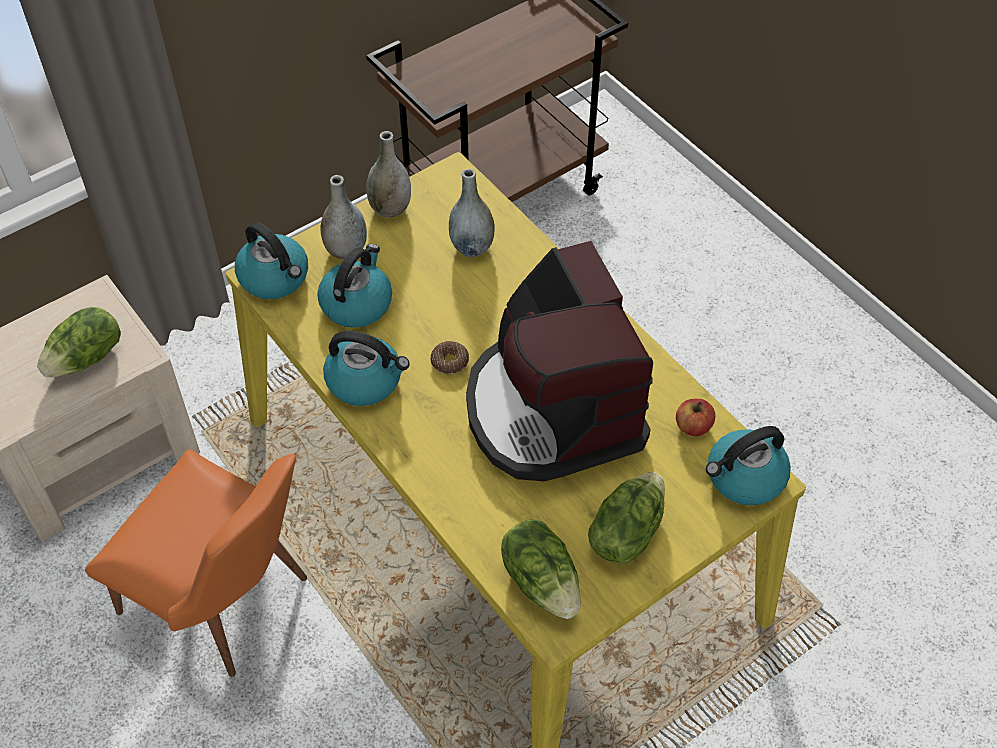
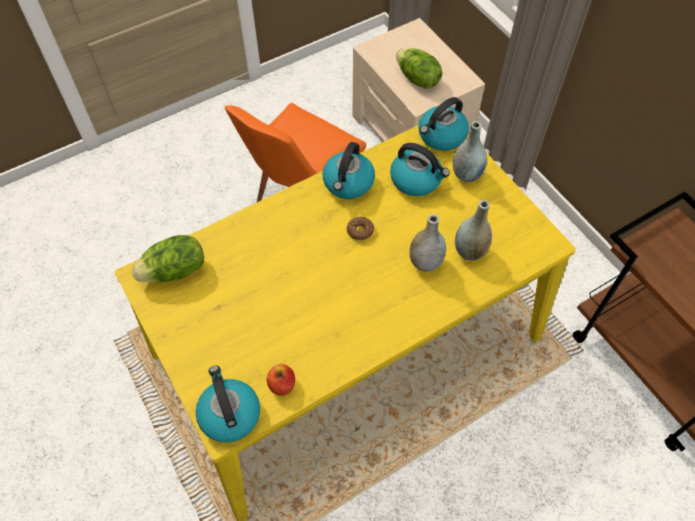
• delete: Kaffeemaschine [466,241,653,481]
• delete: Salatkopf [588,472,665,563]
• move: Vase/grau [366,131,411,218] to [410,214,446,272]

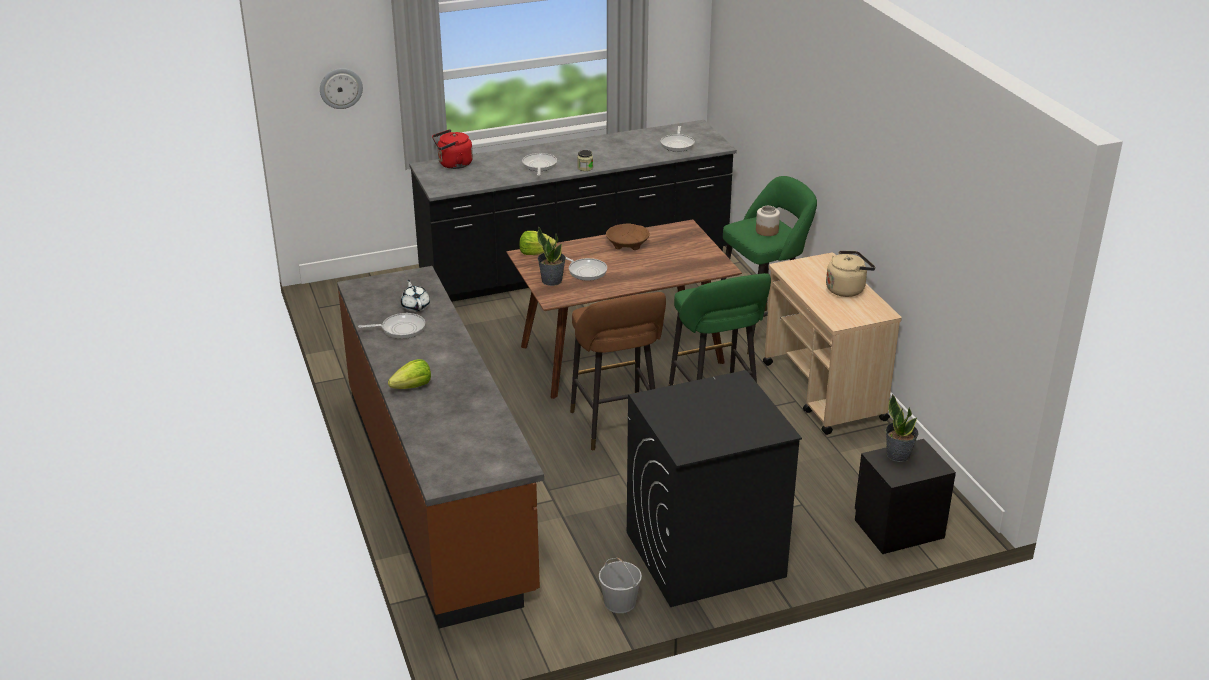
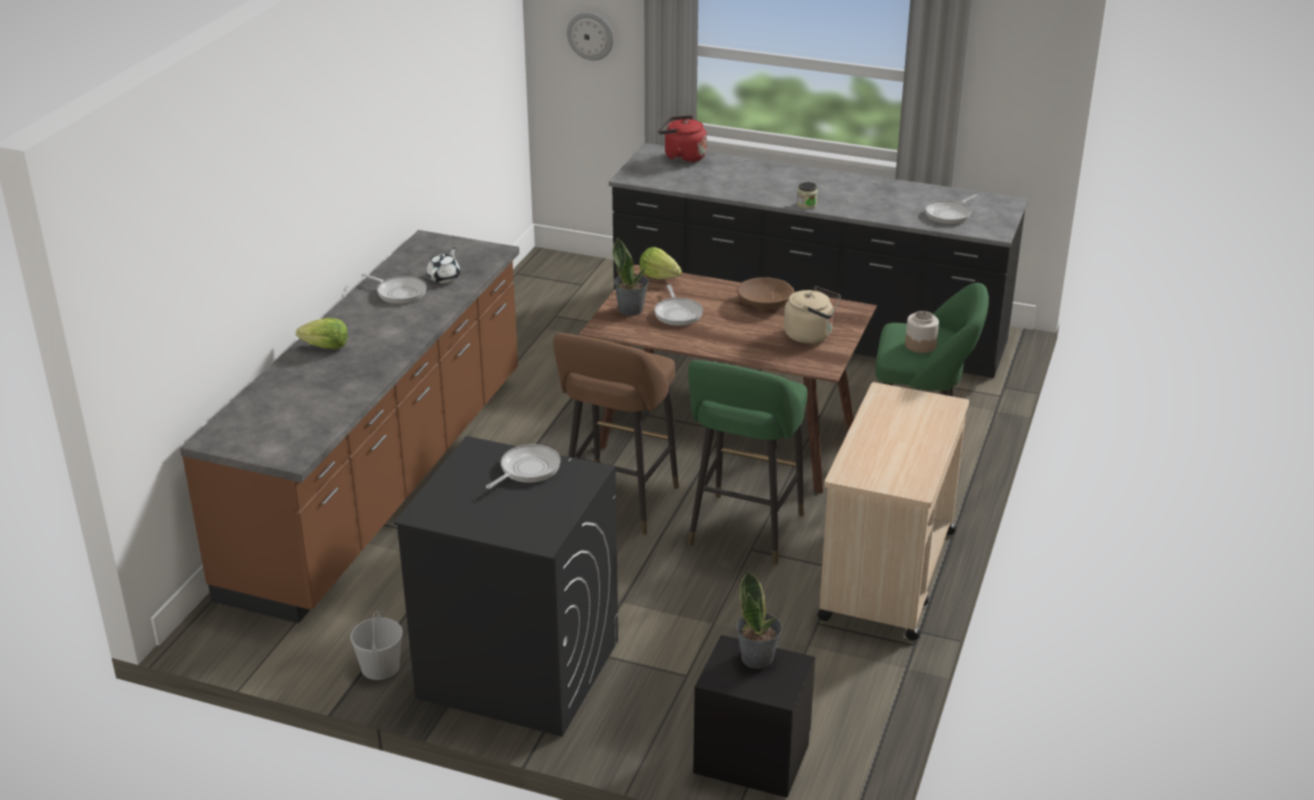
• move: Pfanne [522,153,557,176] to [486,444,561,489]
• move: Wasserkessel/beige [826,251,875,297] to [784,286,841,343]

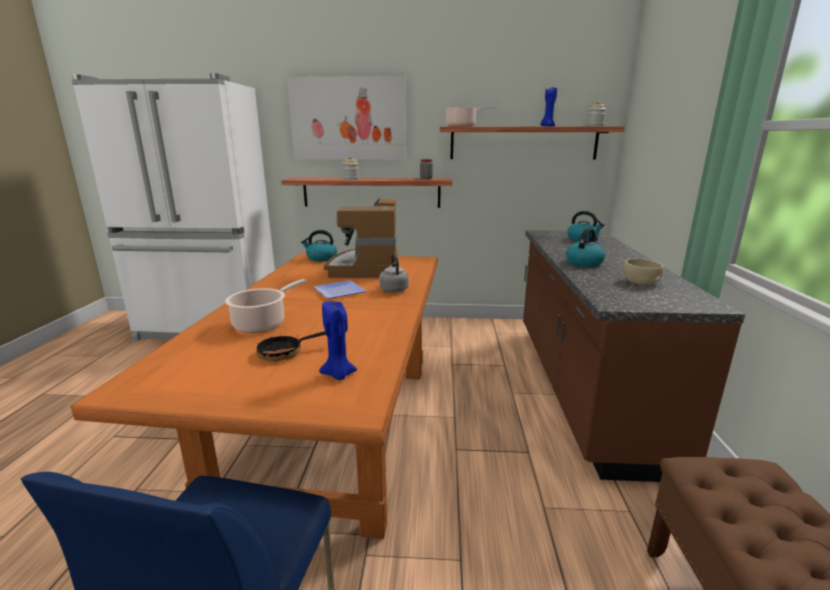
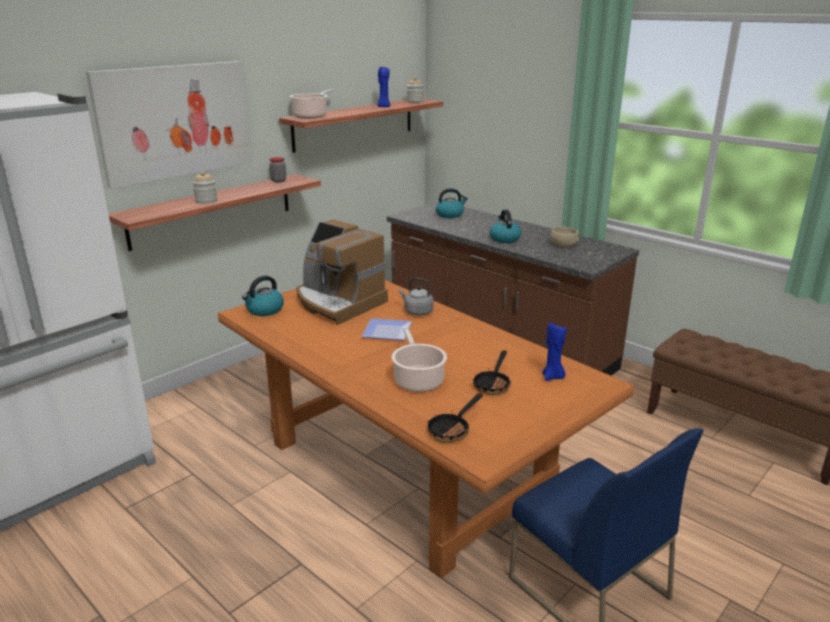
• insert: Pfanne [427,393,483,443]

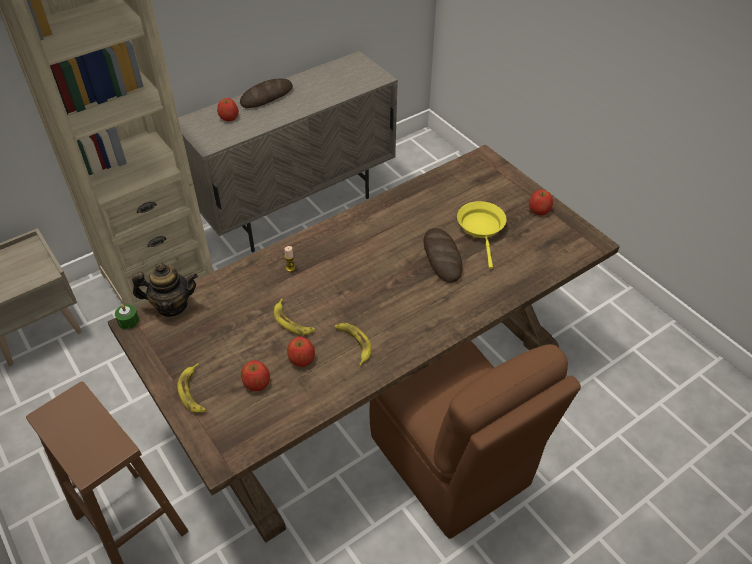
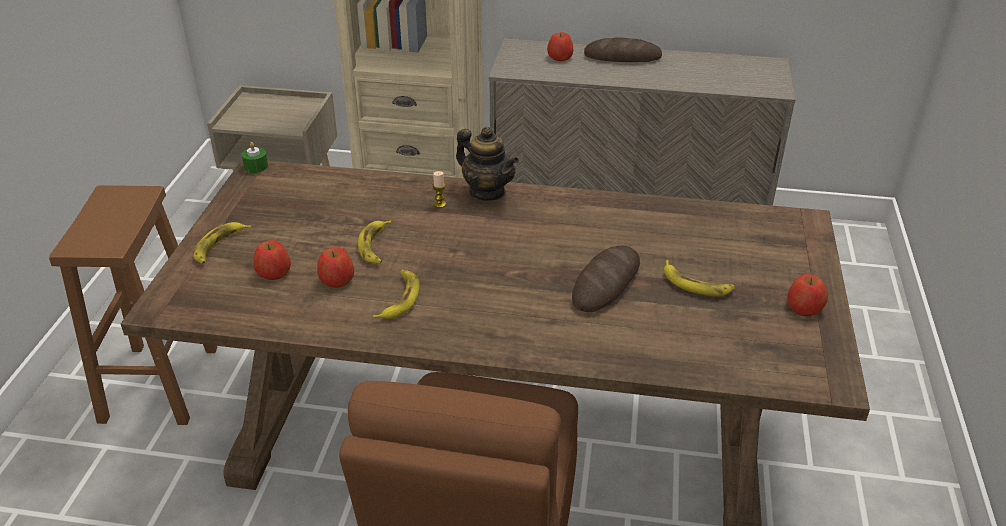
• move: Teekanne [132,263,198,317] to [456,127,519,201]
• replace: Pfanne/gelb [457,201,506,269] to Banane [664,260,735,296]

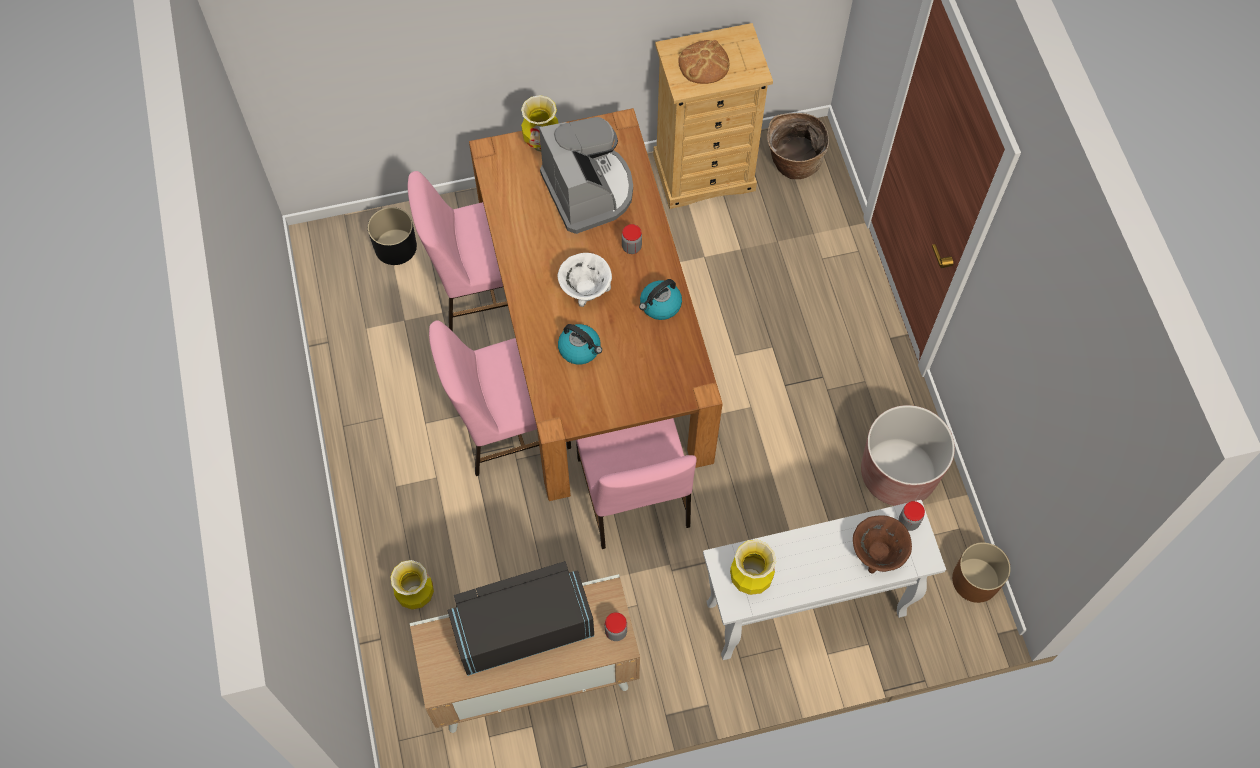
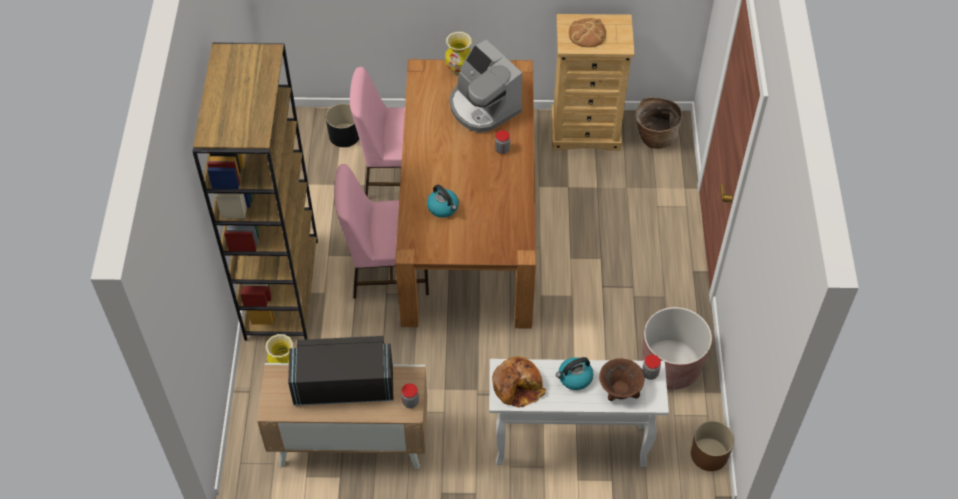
• delete: Schüssel/weiß [558,253,612,307]
• delete: Stuhl/rosa [576,418,697,549]
• insert: Bücherregal/braun [192,42,318,341]
• move: Wasserkessel [639,279,682,320] to [556,357,593,390]
• replace: Vase [730,540,776,595] to Brot [492,356,546,408]
• rotate: Kaffeemaschine [539,117,633,234] = [449,40,522,133] 150 degrees clockwise

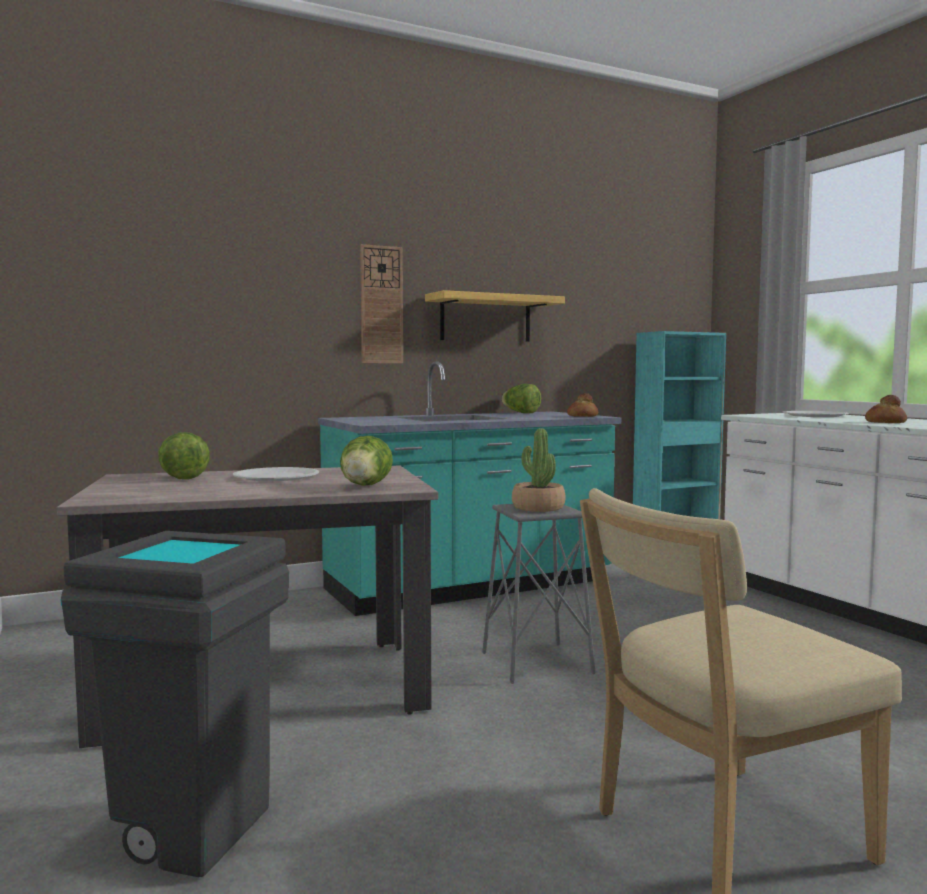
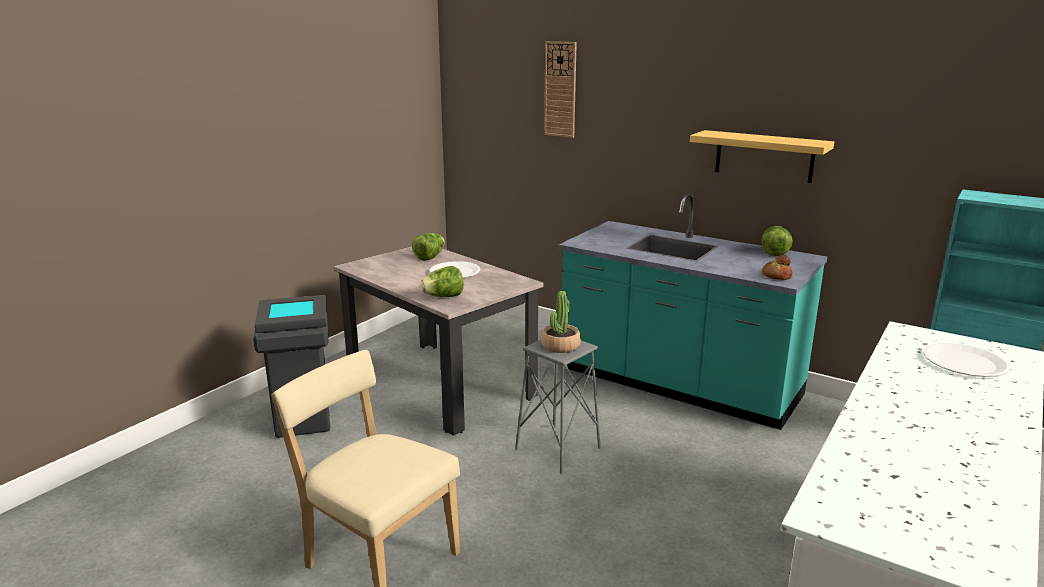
• delete: Brot [865,395,907,423]
• move: Wanduhr [360,244,403,363] to [544,41,577,138]

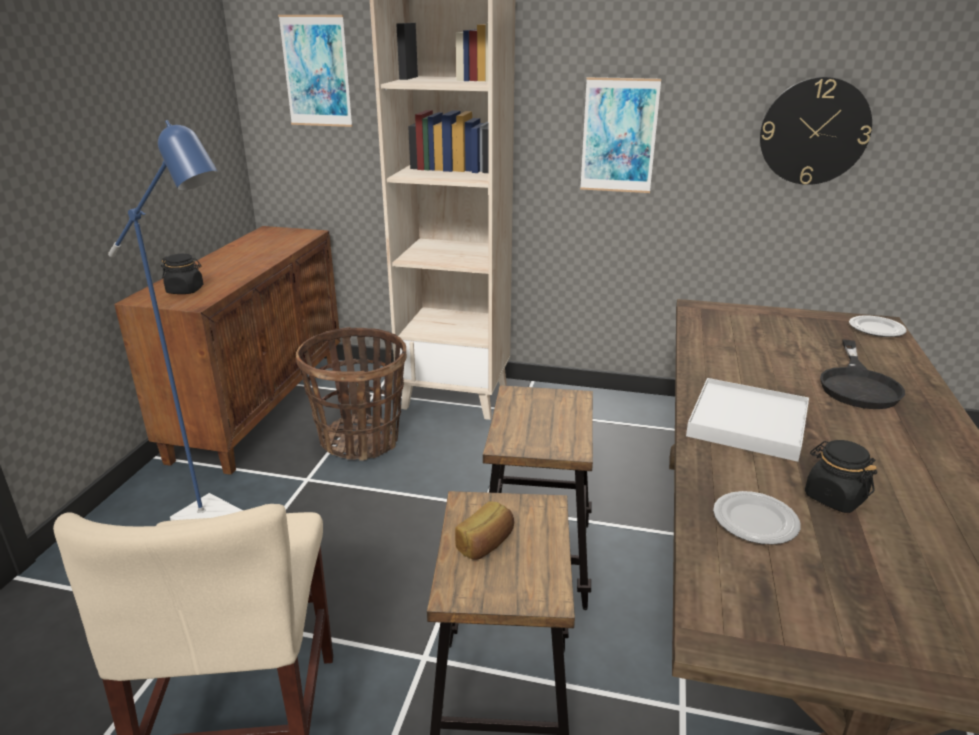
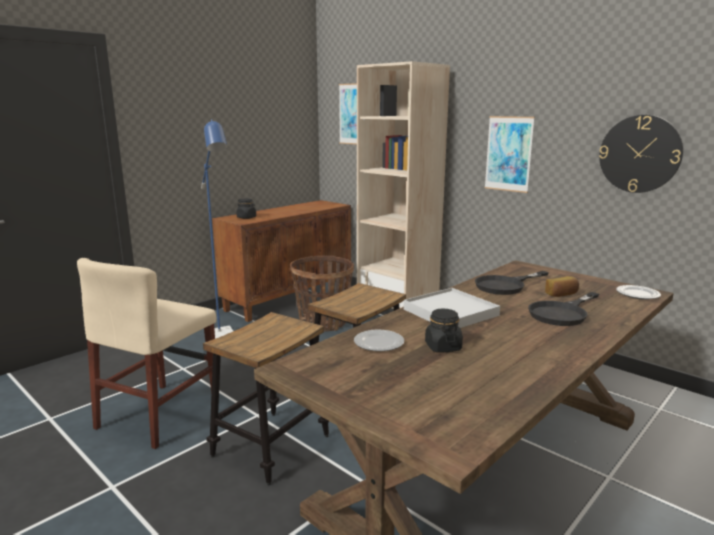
• insert: Pfanne/schwarz [475,271,549,295]
• move: Brot [455,501,514,560] to [545,276,579,297]

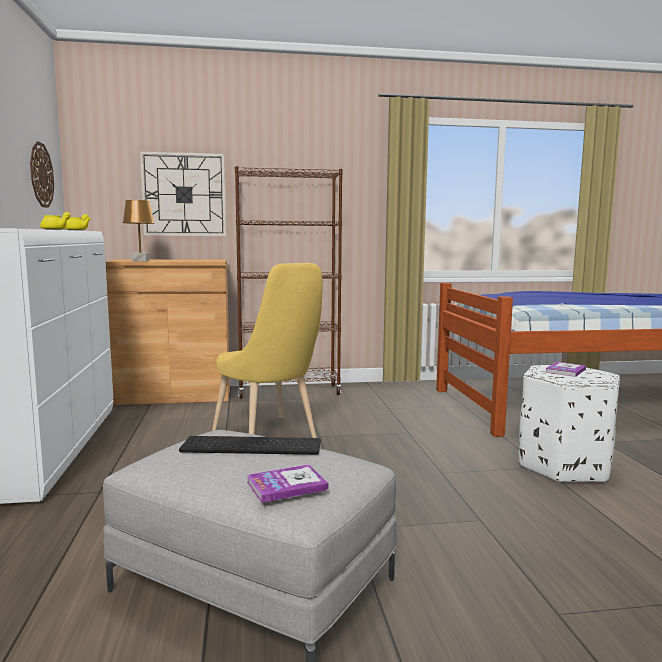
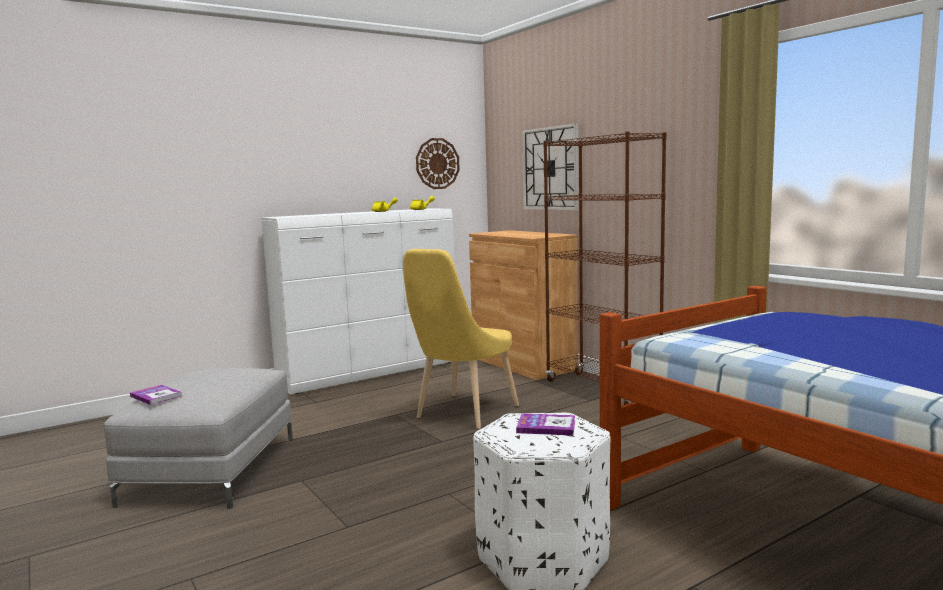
• delete: Tischlampe/braun [123,200,155,261]
• delete: Tastatur [179,436,321,455]

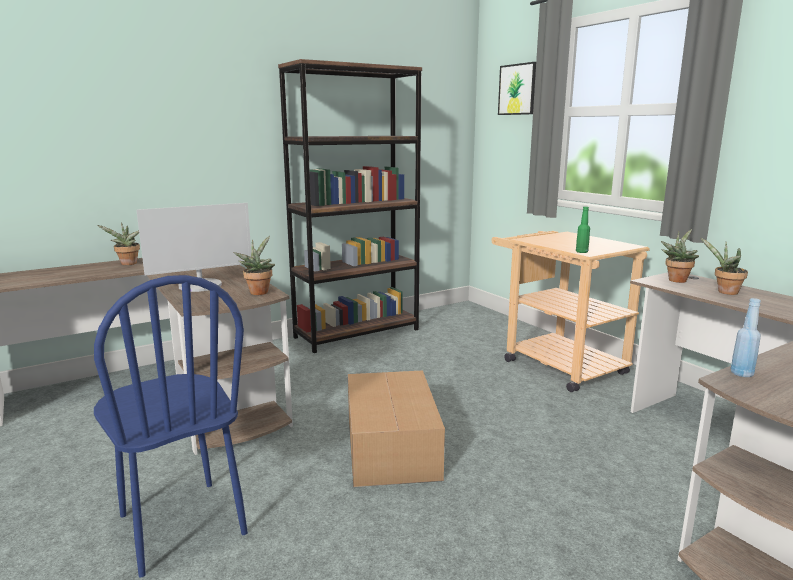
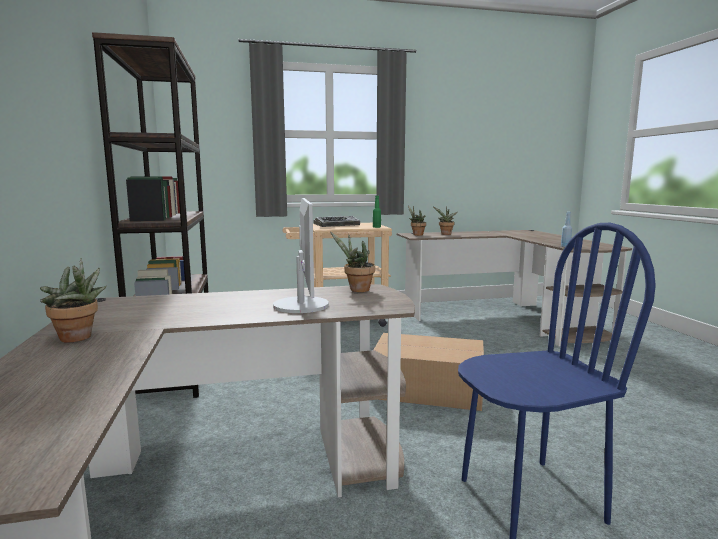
• delete: Bild [498,62,536,115]
• insert: Tastatur [314,216,360,227]

